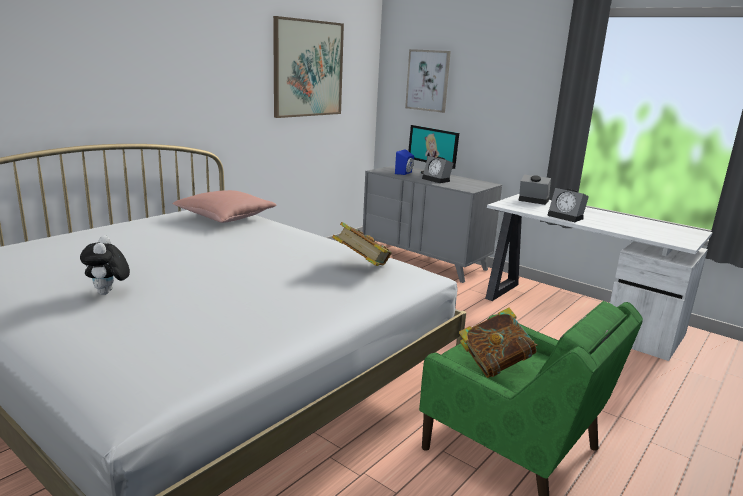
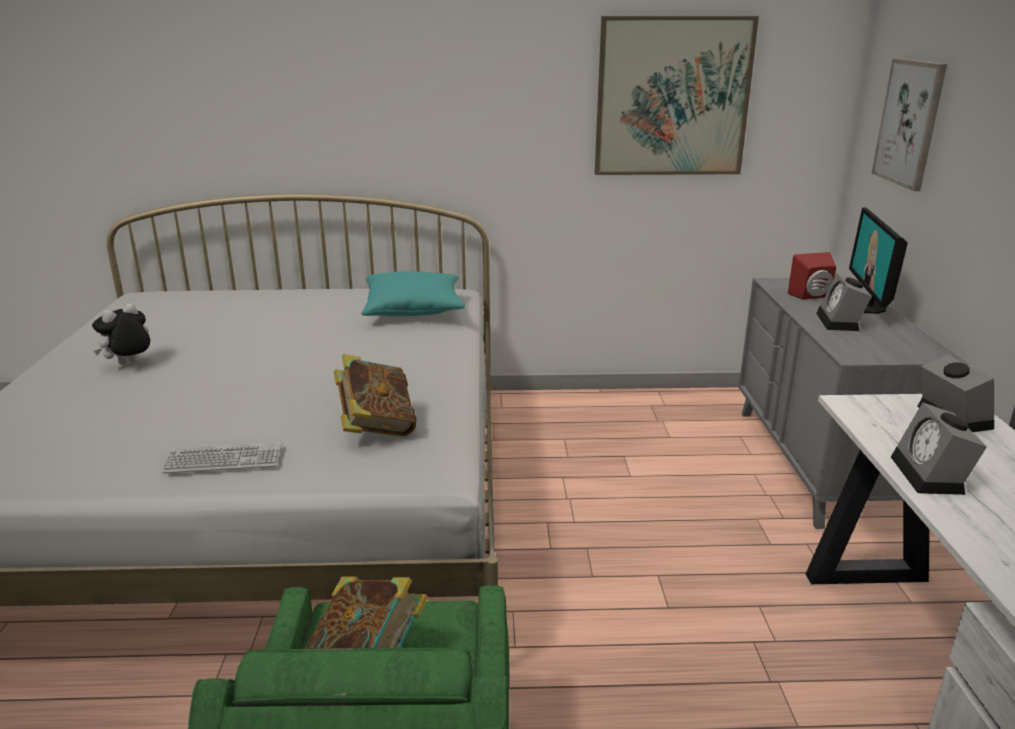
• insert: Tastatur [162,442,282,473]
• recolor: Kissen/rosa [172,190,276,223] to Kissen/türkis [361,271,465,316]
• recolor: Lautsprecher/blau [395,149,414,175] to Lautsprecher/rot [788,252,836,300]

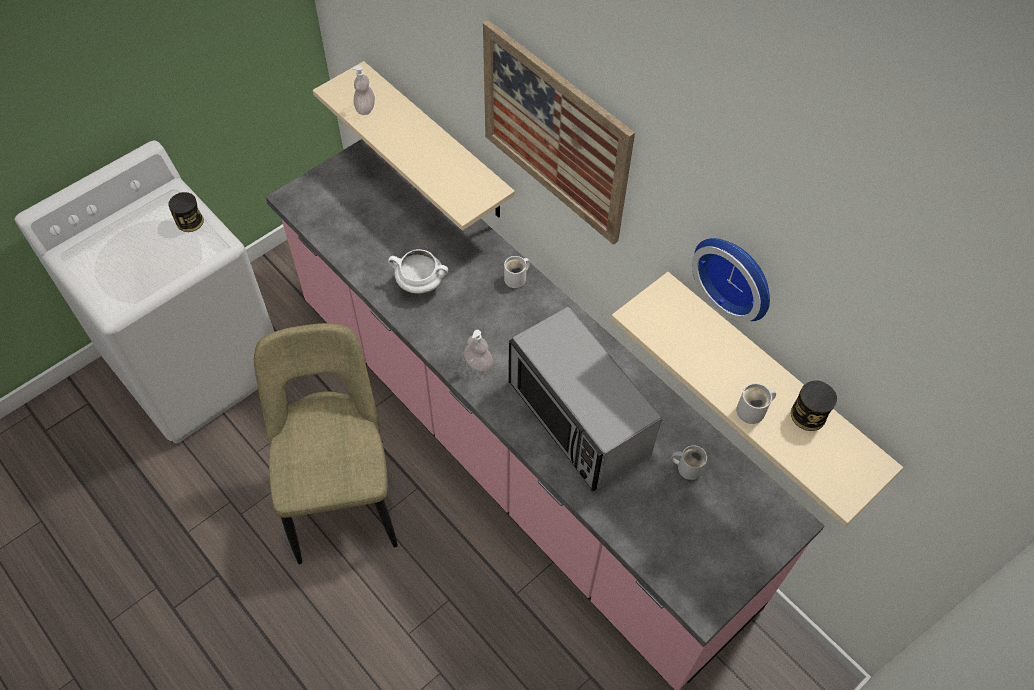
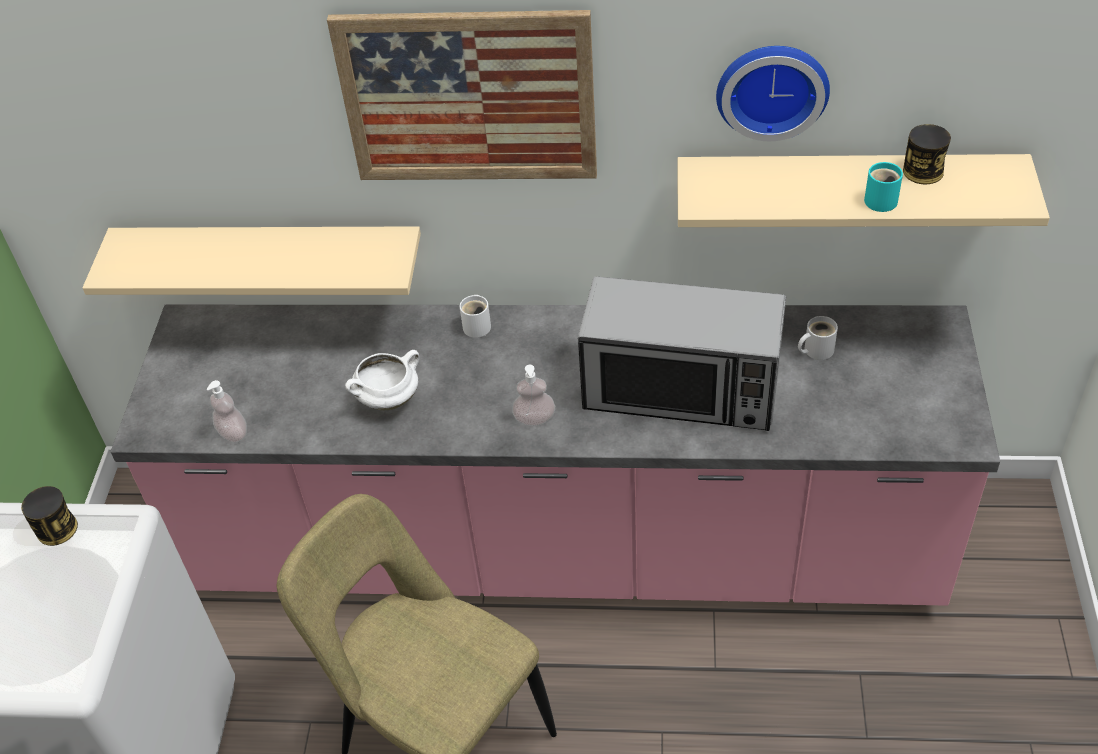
• move: Seifenspender [352,66,375,115] to [207,380,247,443]
• recolor: Henkelbecher/weiß [736,383,776,424] to Henkelbecher/türkis [864,162,903,212]

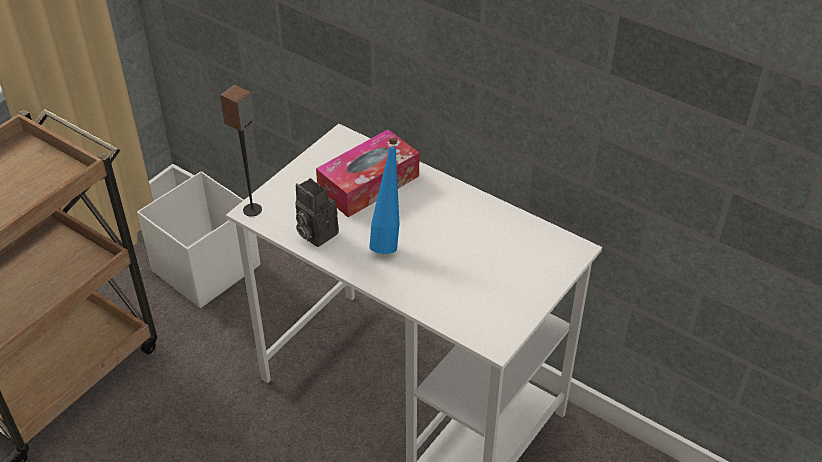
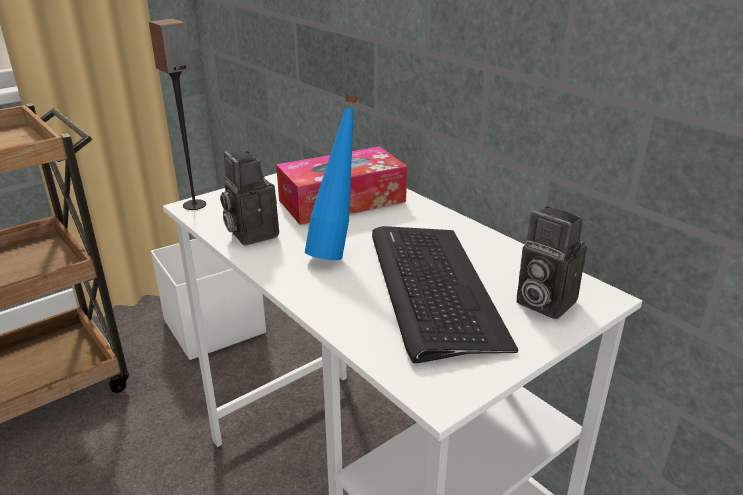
• insert: Tastatur [372,226,518,363]
• insert: Kamera [516,206,587,319]

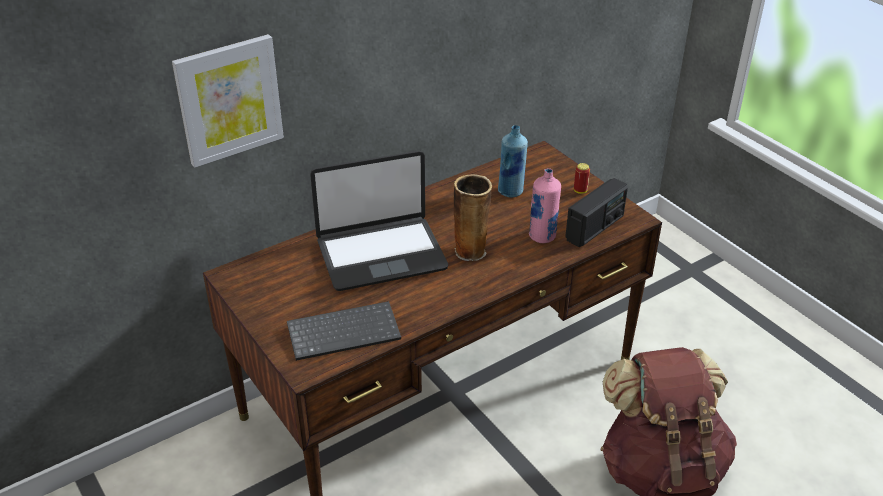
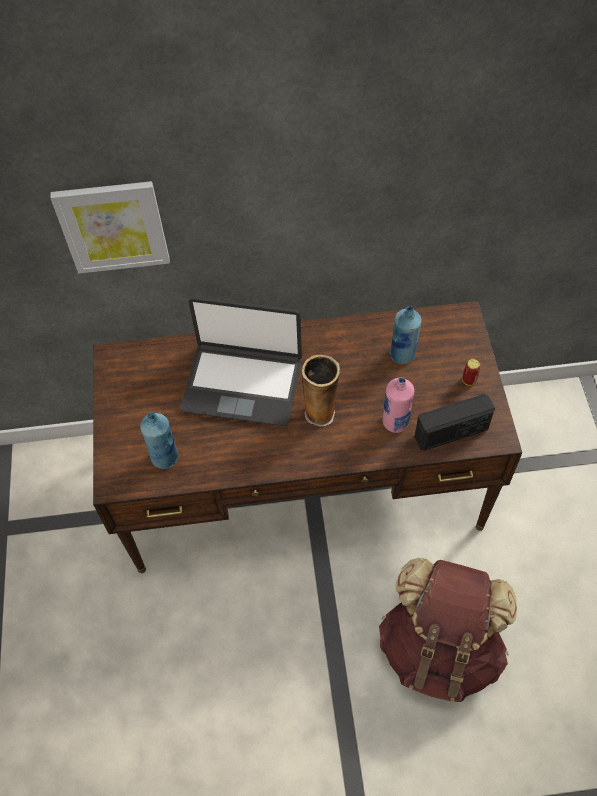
• replace: Tastatur [287,301,401,361] to Flasche/blau [140,412,178,469]

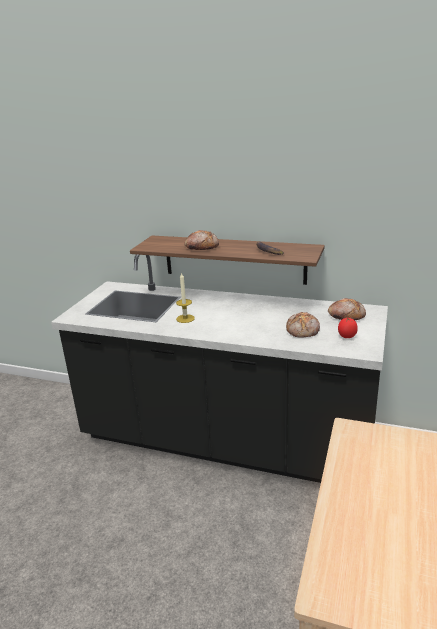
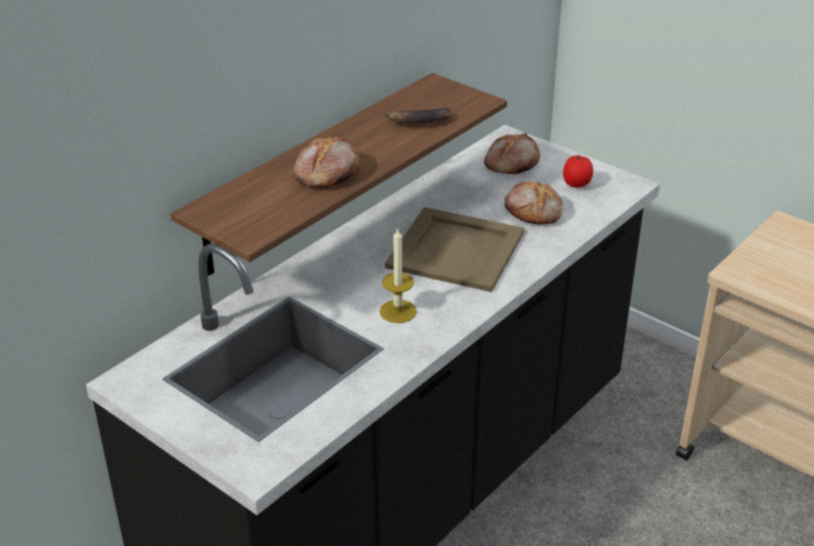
• insert: Tablett/beige [385,207,525,292]

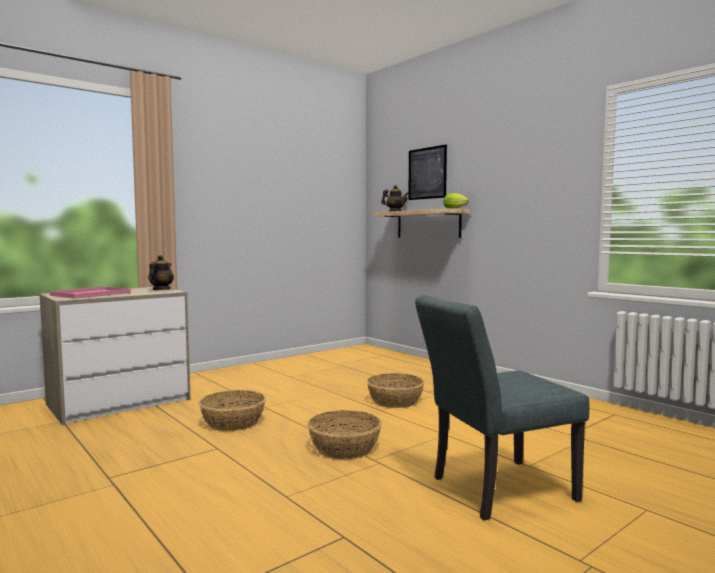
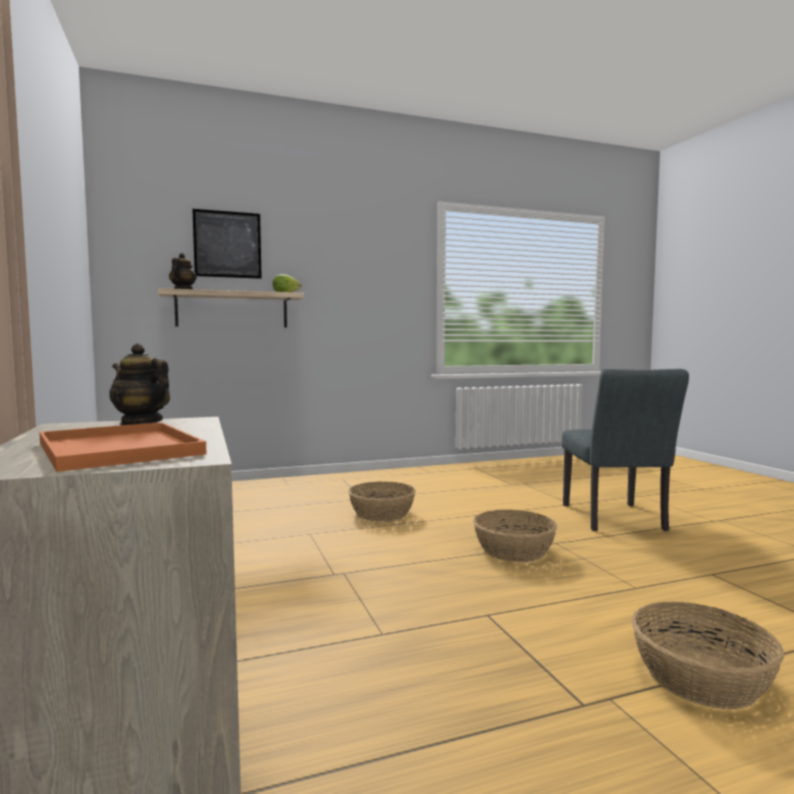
• move: Korb [199,390,266,431] to [632,601,784,709]
• recolor: Tablett/rosa [50,286,131,299] to Tablett/orange [39,422,207,472]

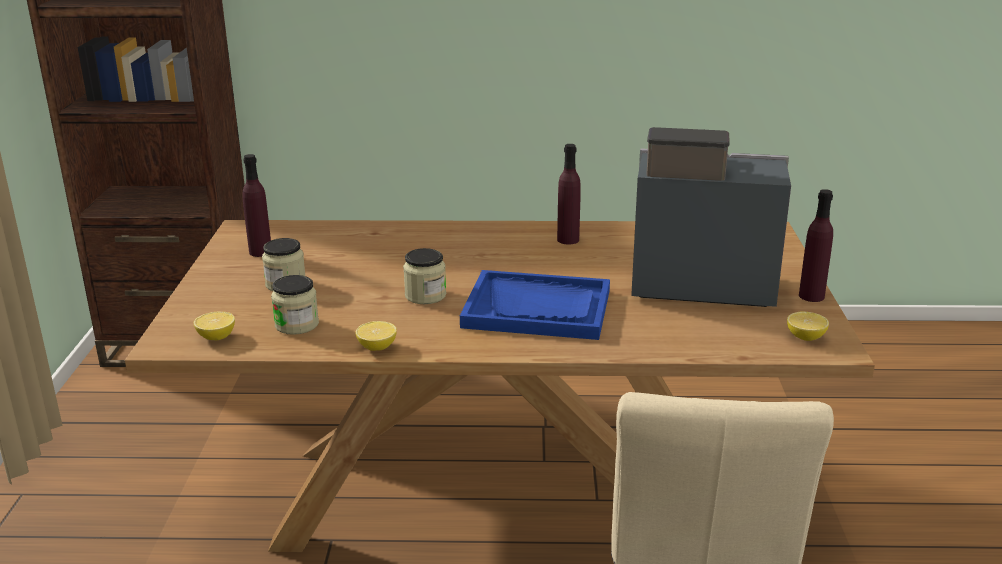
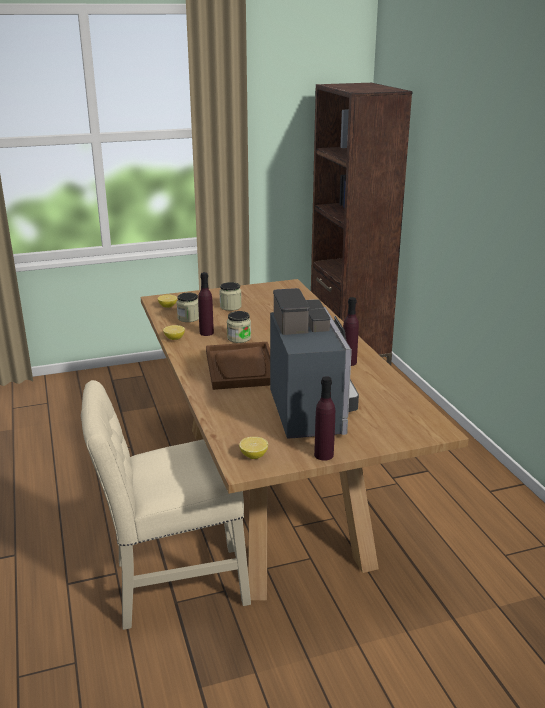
• move: Flasche/lila [242,154,271,257] to [198,272,214,336]
• recolor: Tablett/blau [460,270,610,340] to Tablett/braun [206,342,270,390]

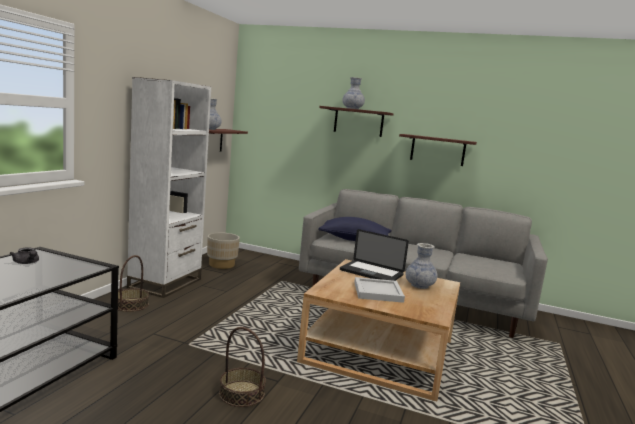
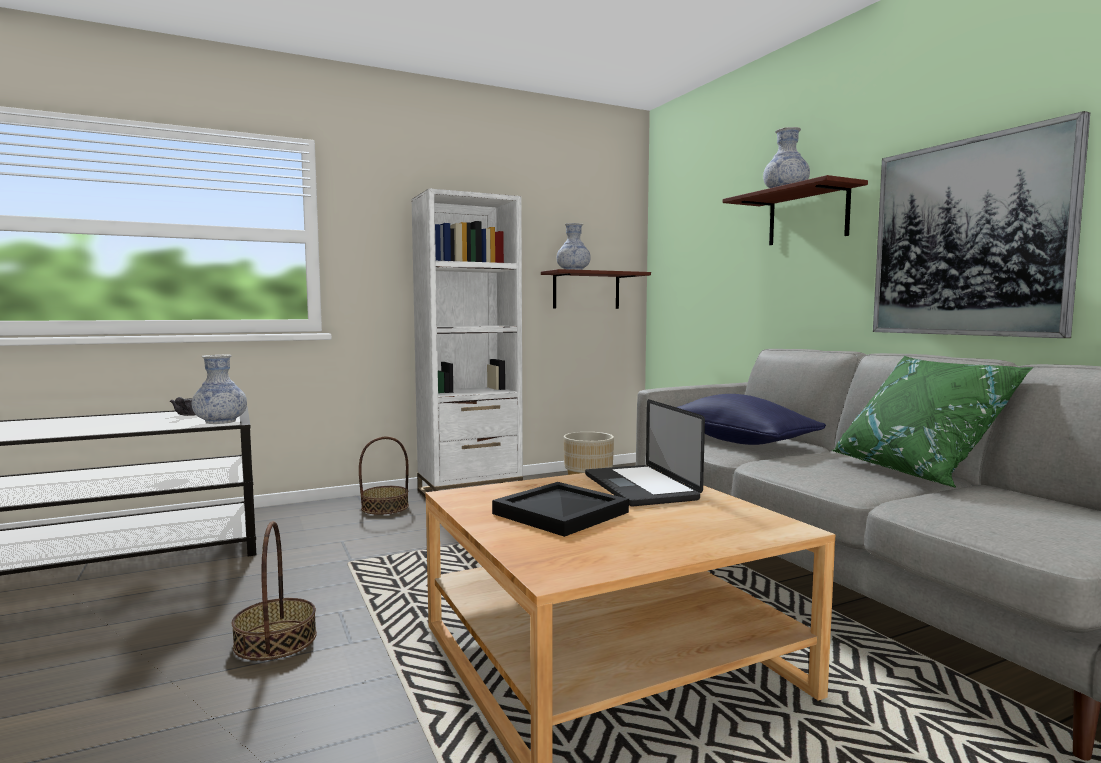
• insert: Kissen/grün [832,356,1034,488]
• move: Vase [405,243,438,289] to [192,354,247,424]
• replace: Wandregal [399,134,477,166] to Bild [873,111,1090,338]
• recolor: Tablett/weiß [354,277,405,303] to Tablett/schwarz [492,482,629,537]

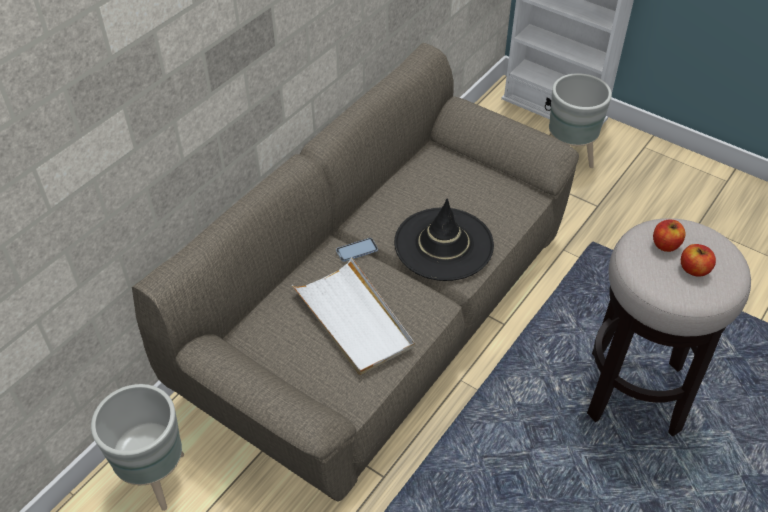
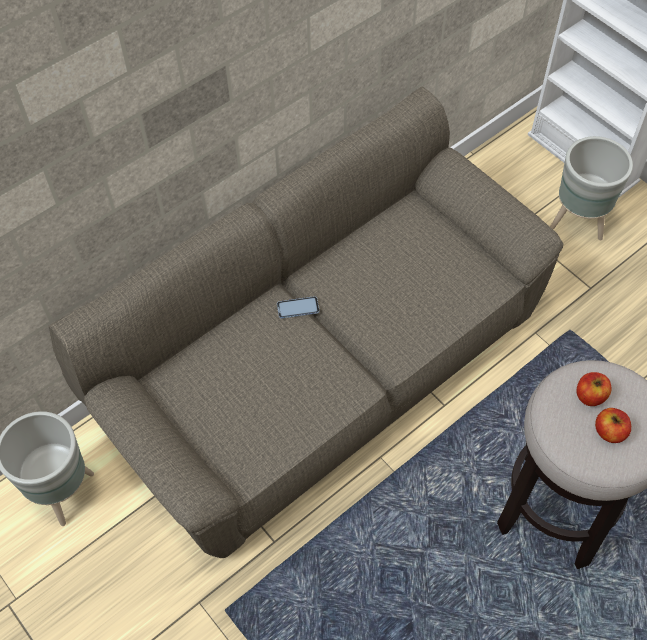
• delete: Tablett/weiß [292,257,415,375]
• delete: Hut/schwarz [394,199,494,281]

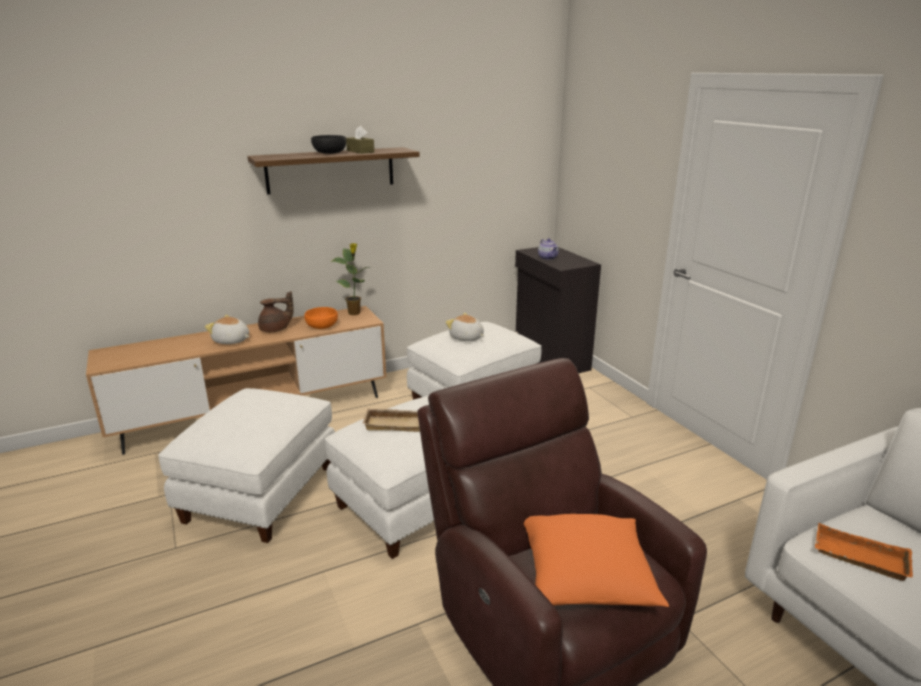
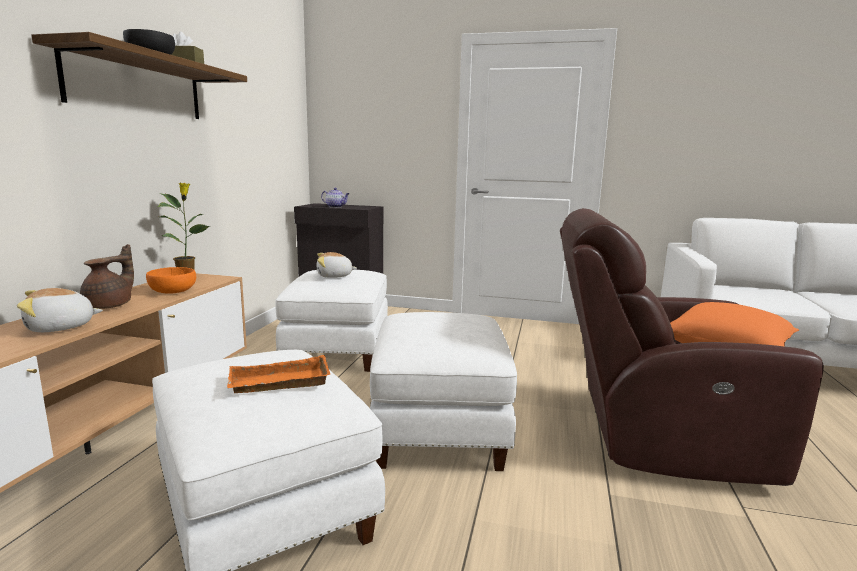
• delete: Tablett/beige [362,408,420,432]
• move: Tablett/orange [815,523,913,581] to [227,355,331,393]

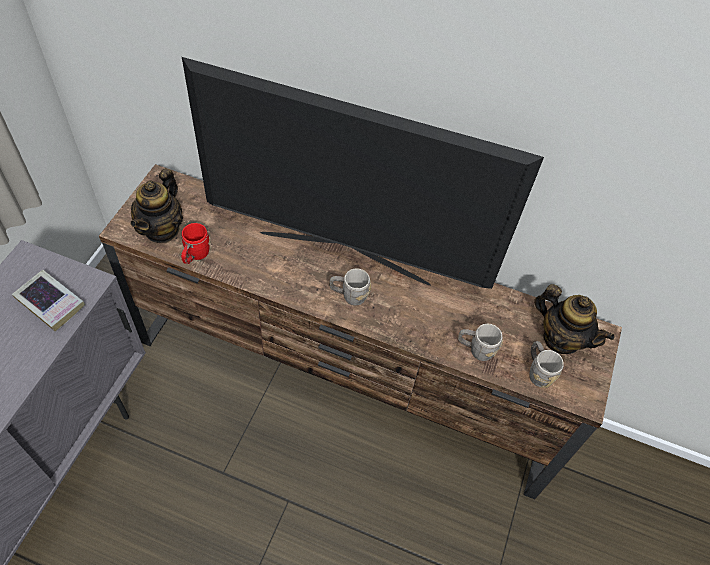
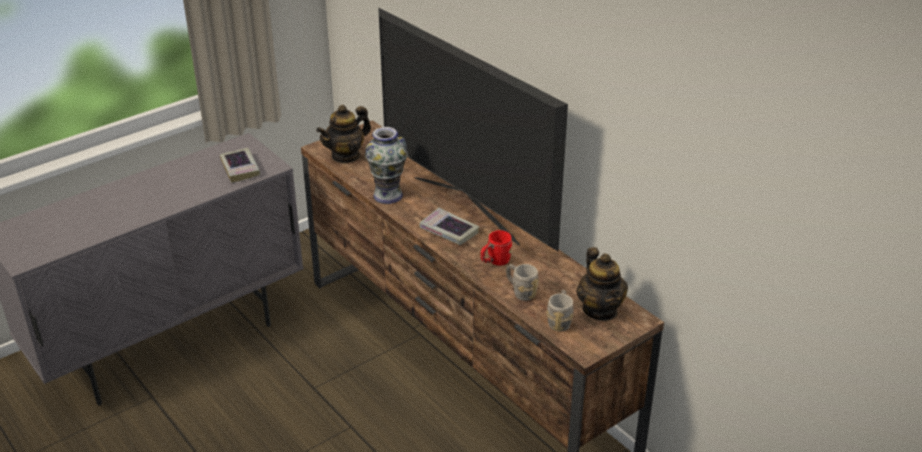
• insert: Vase [365,127,408,204]
• move: Henkelbecher/rot [181,223,210,264] to [481,230,512,266]
• replace: Henkelbecher/grau [329,269,371,306] to Buch [420,208,479,245]

